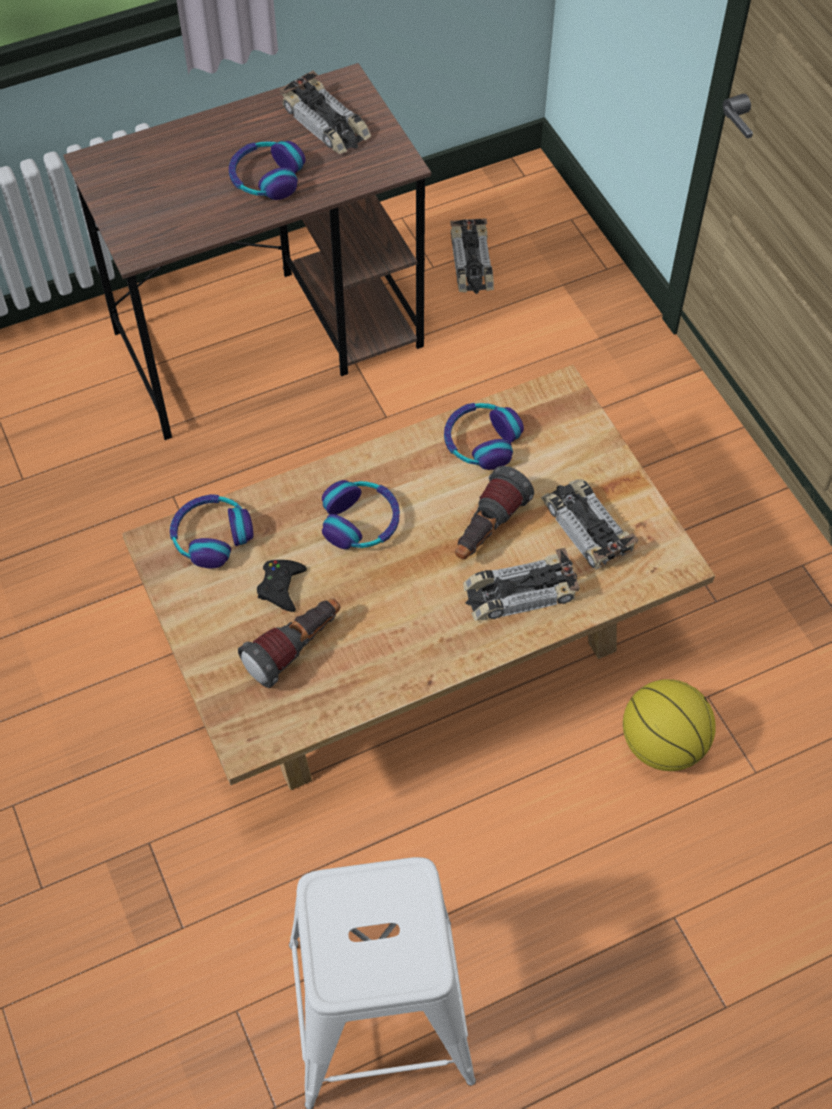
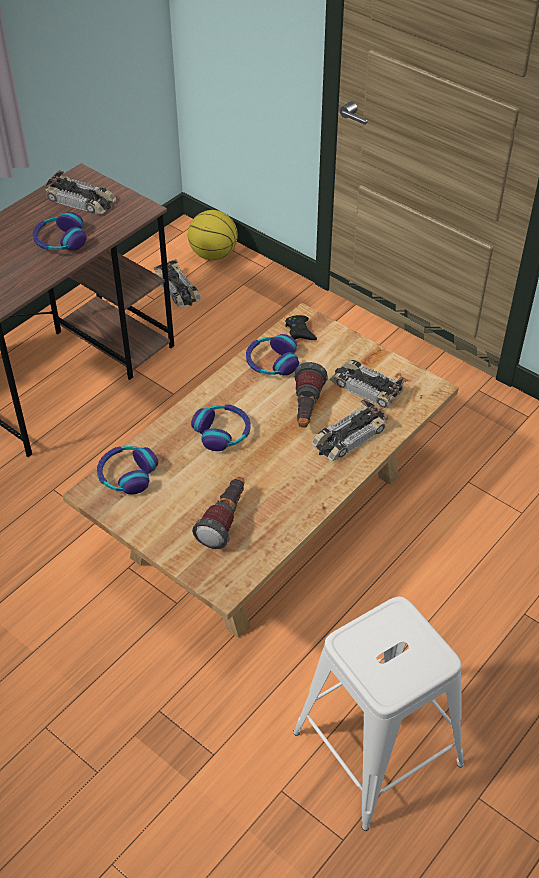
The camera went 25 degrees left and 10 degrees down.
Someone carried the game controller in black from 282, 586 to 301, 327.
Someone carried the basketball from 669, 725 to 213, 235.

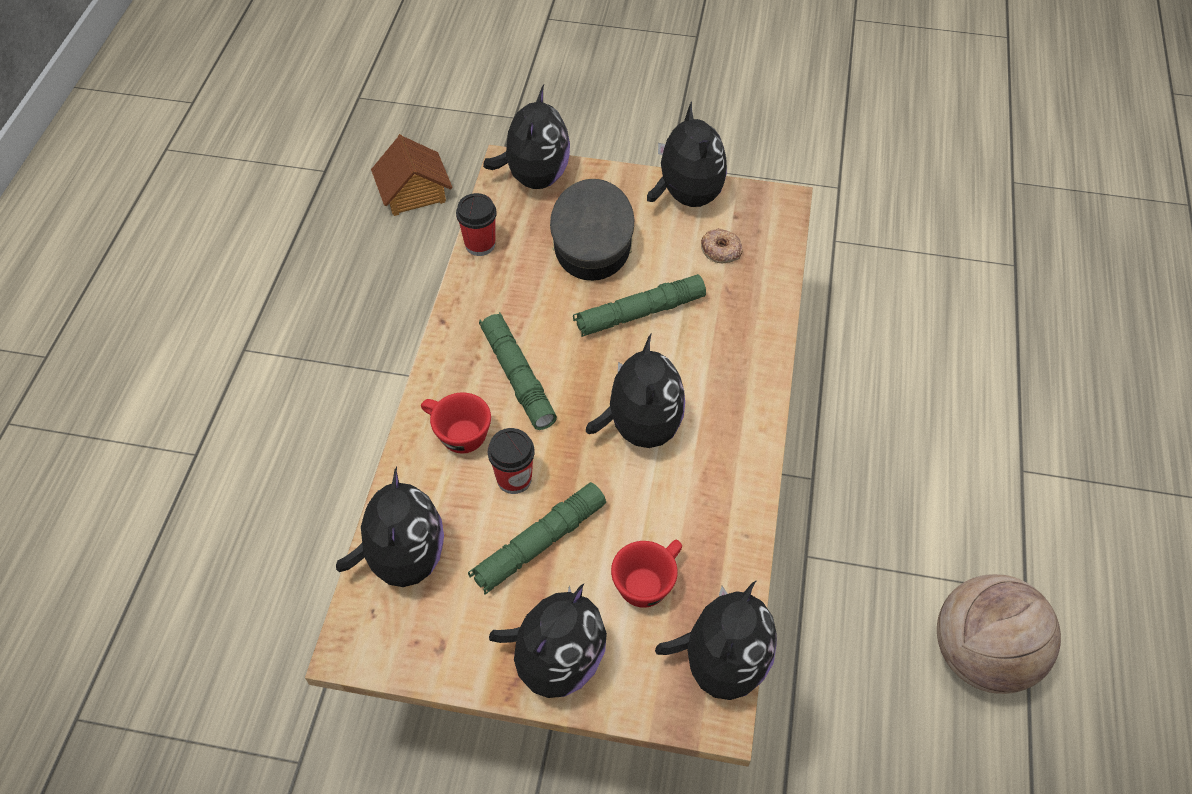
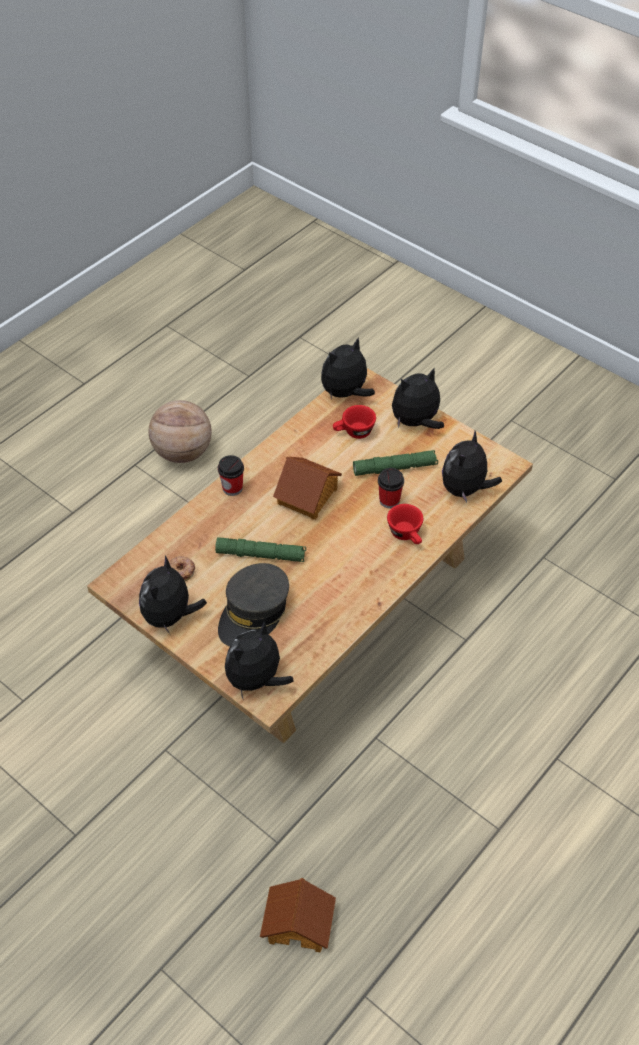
The camera went 150 degrees left and 5 degrees down.
Someone carried the cup from 476, 224 to 231, 475.
Someone took away the flashlight in green at 518, 371.
Someone swapped the plush toy at 635, 390 for the toy house at 307, 488.

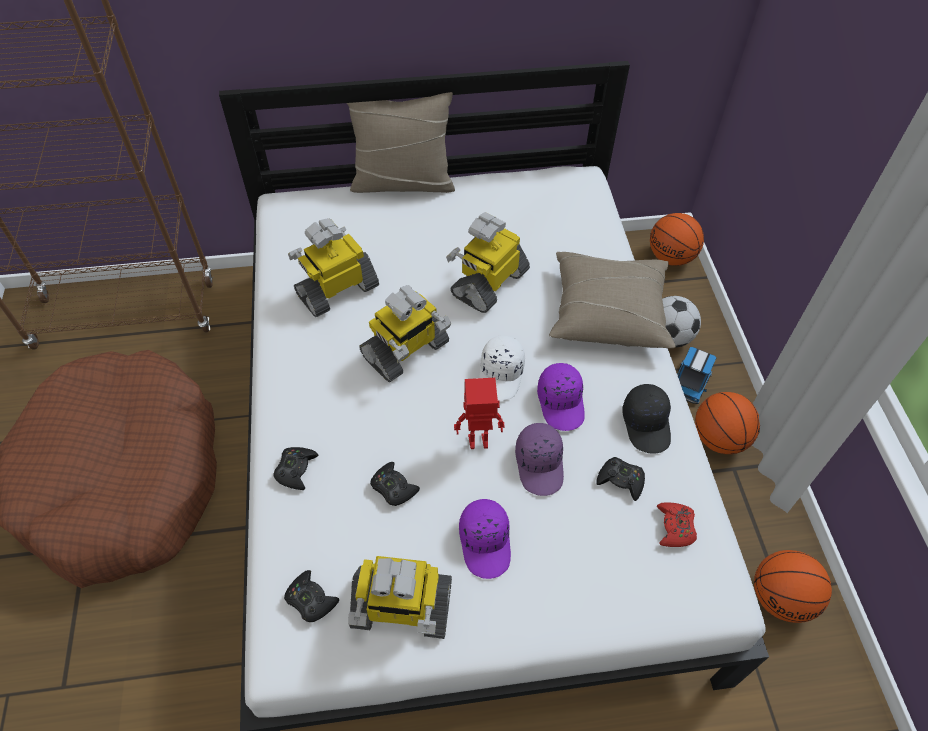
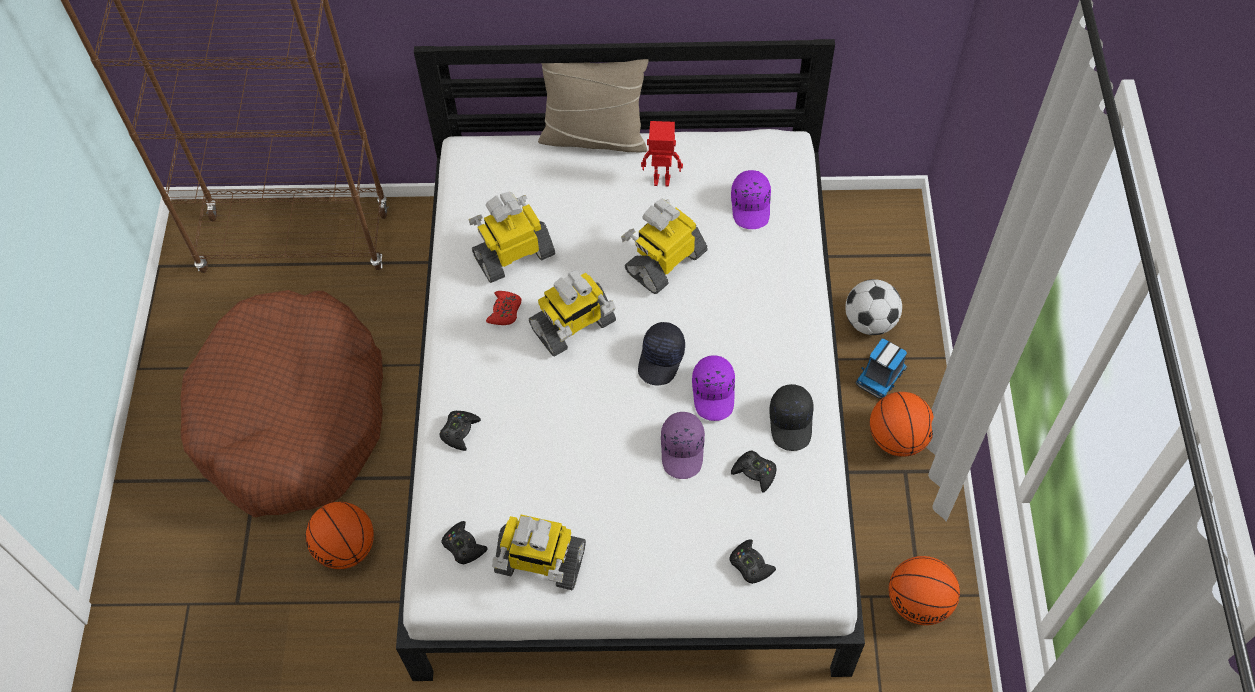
The camera went 10 degrees right and 5 degrees up.
Someone carried the basketball from 677, 239 to 340, 535.
Someone took away the pillow in beige at 612, 300.
Someone repainted the cap in white at 502, 368, which became the cap in black at 661, 354.
Someone carried the toy robot from 479, 413 to 662, 154.
Someone carried the game controller in black from 395, 484 to 752, 561.
Someone carried the cap in purple from 485, 539 to 751, 199.
Someone carried the game controller in red from 677, 524 to 504, 308.

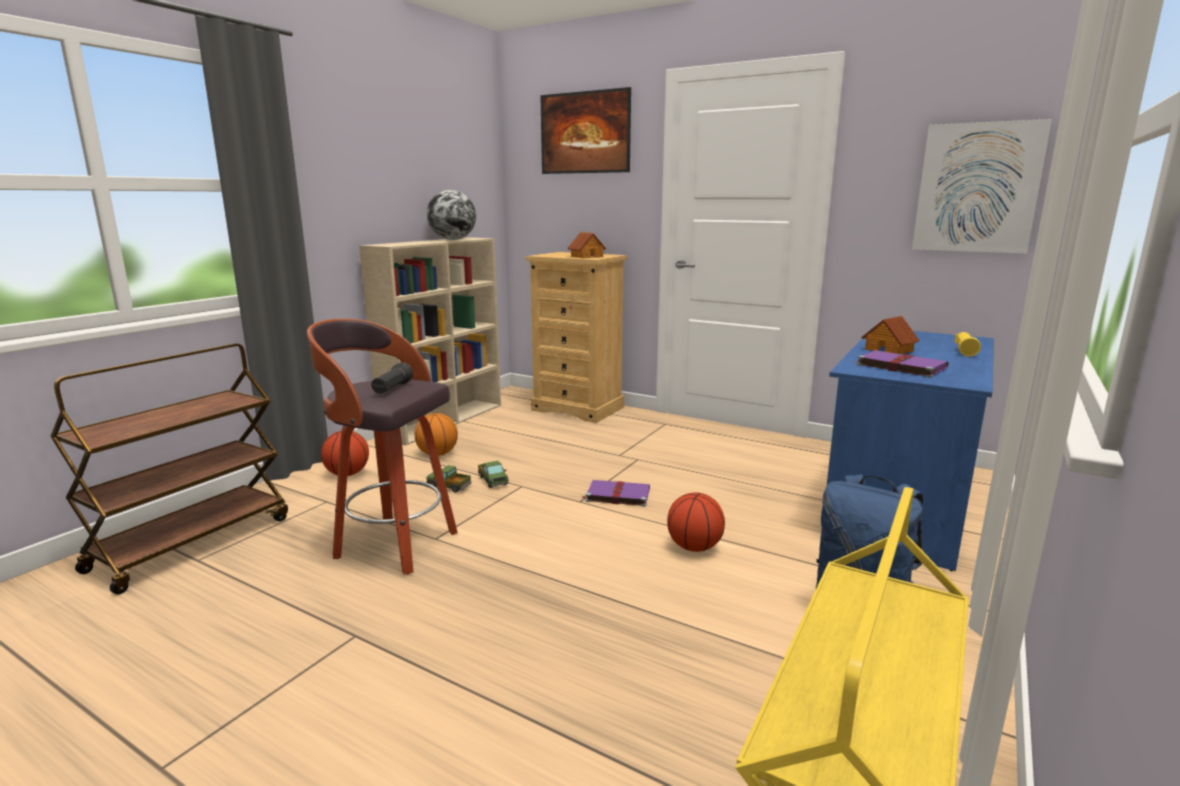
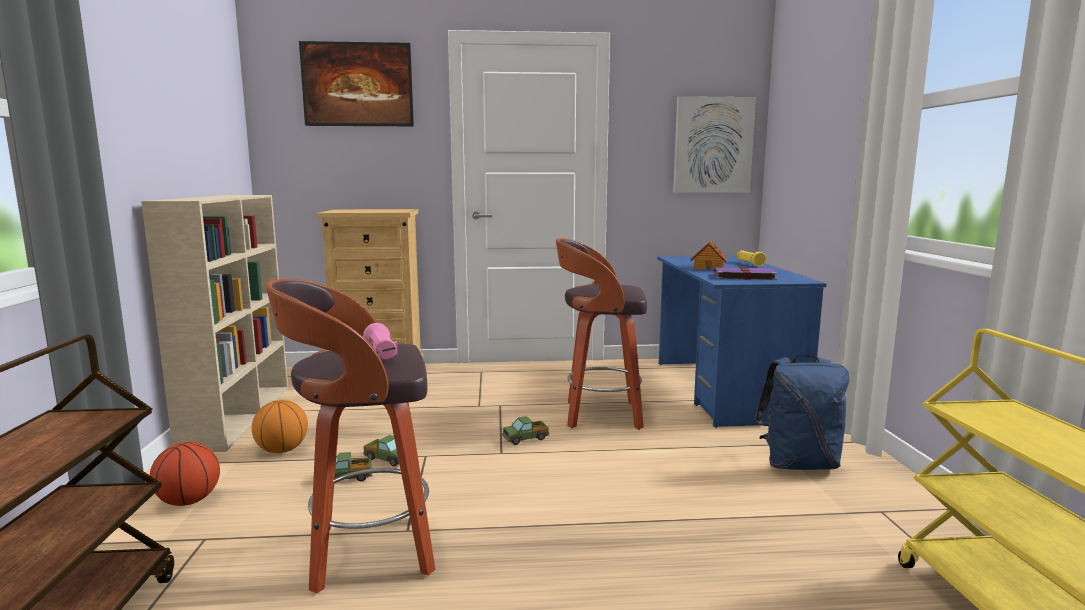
The camera went 35 degrees left and 5 degrees down.
Someone took away the globe at 451, 215.
Someone took away the toy house at 586, 245.
Someone repainted the flashlight in black at 392, 378, which became the flashlight in pink at 380, 341.
Someone swapped the book in purple at 616, 493 for the toy truck at 525, 430.
Someone took away the basketball at 696, 522.
Someone put down the stool at 601, 334.

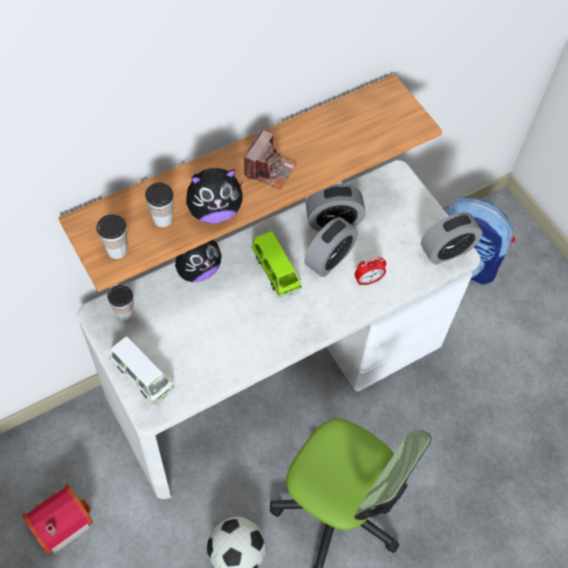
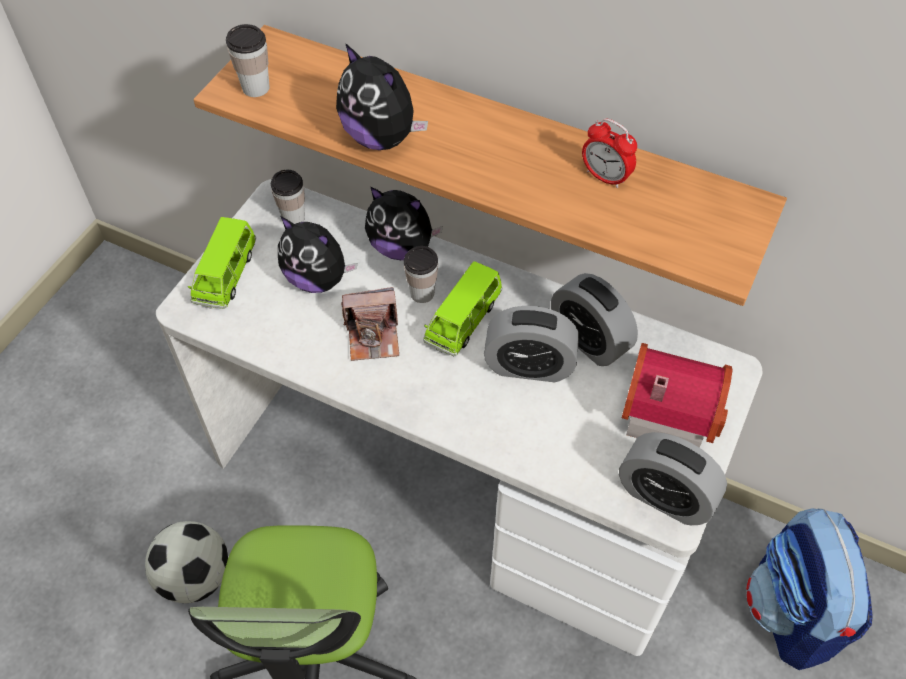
The camera went 60 degrees right and 5 degrees down.
Someone carried the photo camera from 270, 159 to 370, 324.
Someone carried the cup from 159, 204 to 421, 274.
Someone carried the alarm clock from 370, 271 to 609, 153.
Someone repainted the toy car in white at 141, 370, which became the toy car in green at 222, 263.
Someone carried the toy house from 57, 519 to 677, 395.
Someone put down the plush toy at 317, 254.

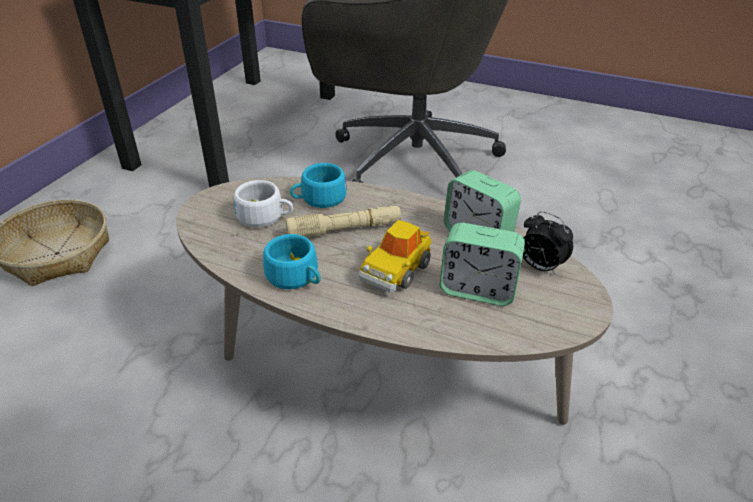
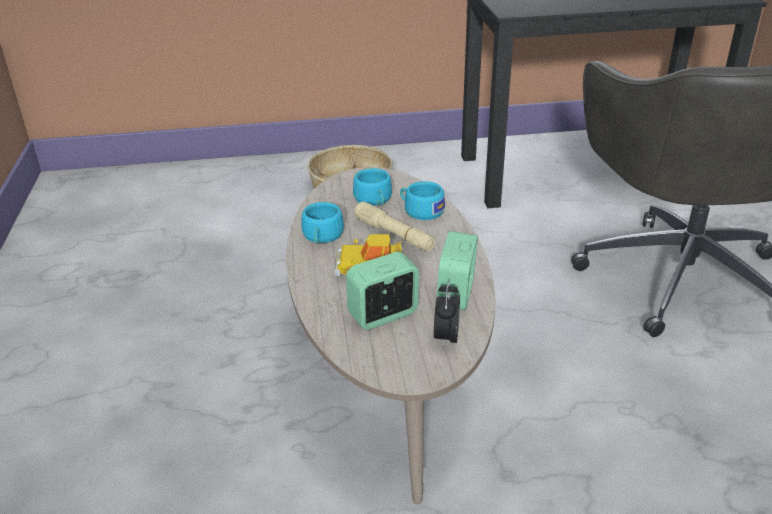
The camera went 60 degrees right and 5 degrees down.
Someone repainted the cup in white at 263, 204, which became the cup in turquoise at 372, 186.
Someone rotated the alarm clock at 482, 264 by 75 degrees clockwise.

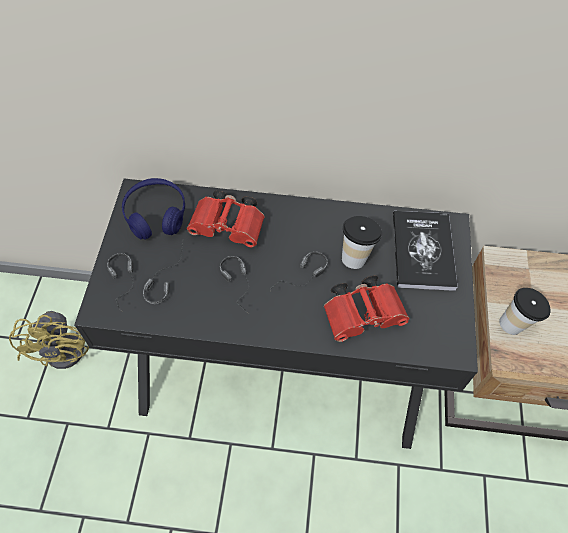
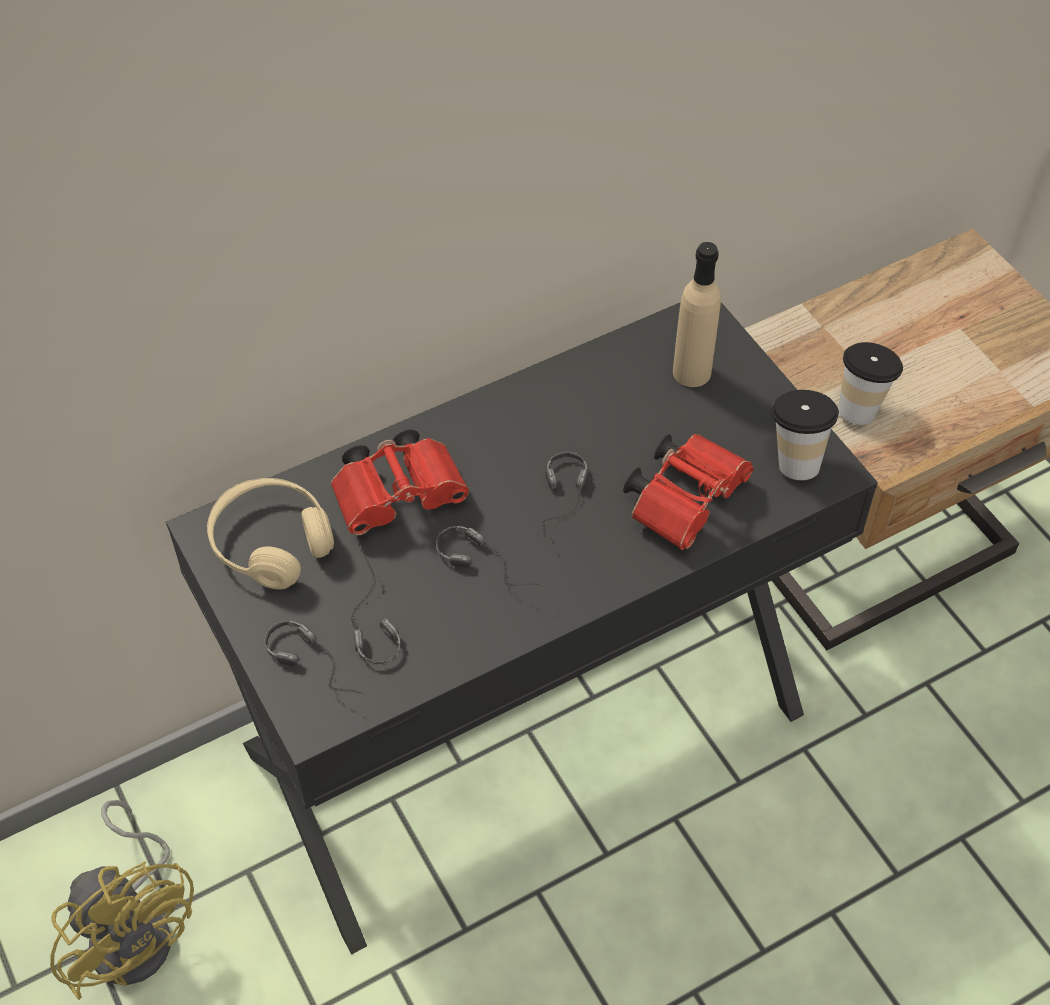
The camera went 35 degrees left and 5 degrees down.
Someone repainted the headphones in blue at 153, 209, which became the headphones in beige at 270, 534.
Someone swapped the book at 425, 251 for the bottle in beige at 697, 314.
Someone carried the cup from 362, 242 to 805, 435.

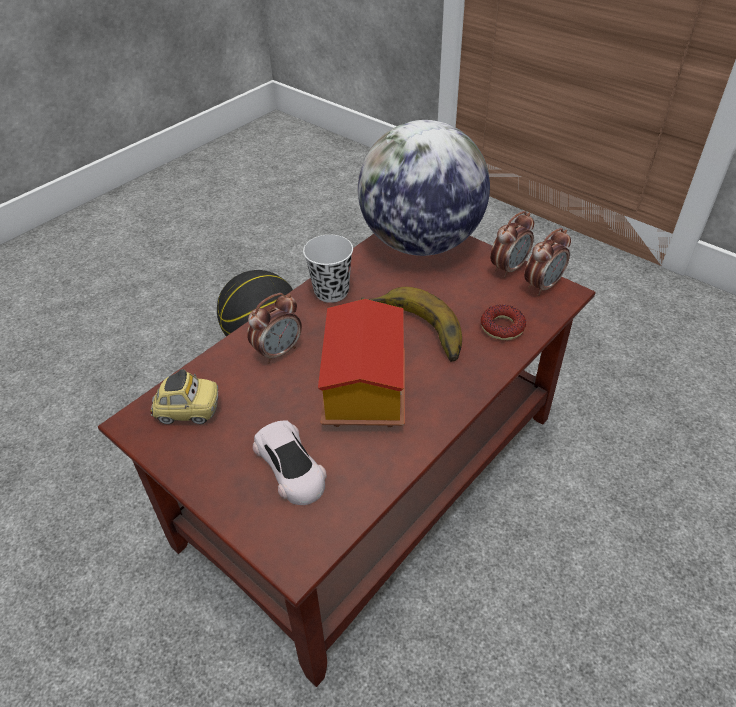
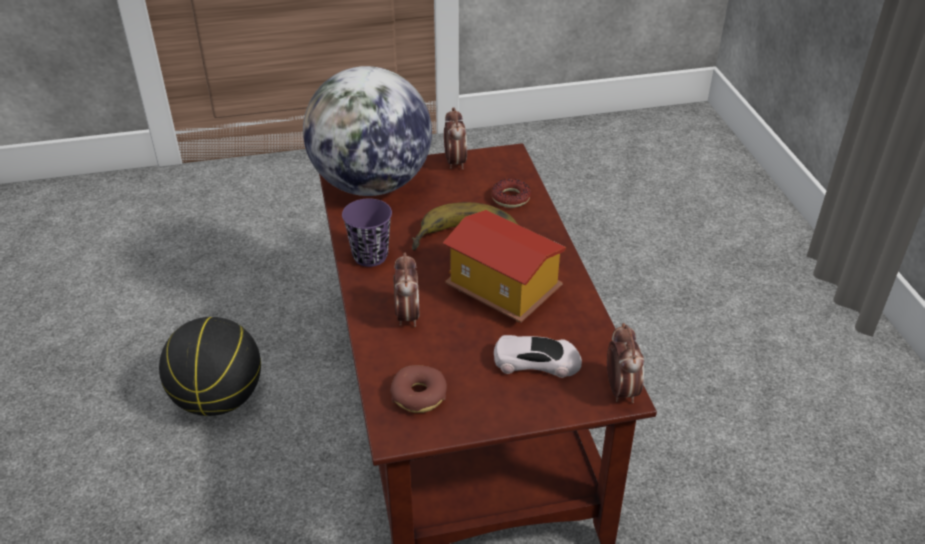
The camera went 55 degrees left and 5 degrees down.
Someone carried the alarm clock from 547, 262 to 625, 363.
Someone repainted the cup in white at 328, 269, which became the cup in purple at 367, 233.
Someone swapped the toy car at 184, 396 for the donut at 418, 389.

